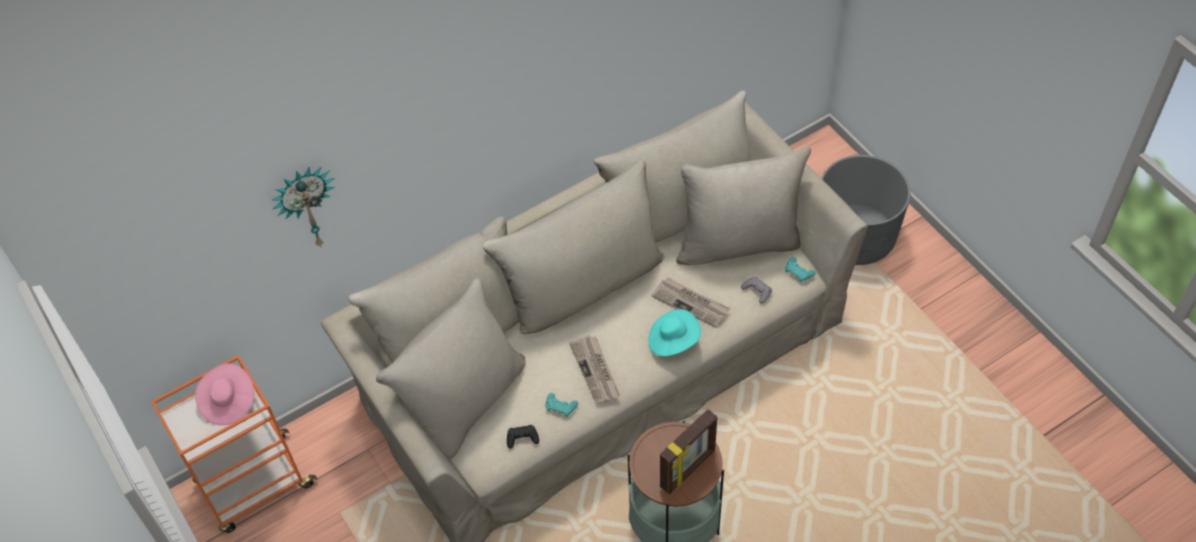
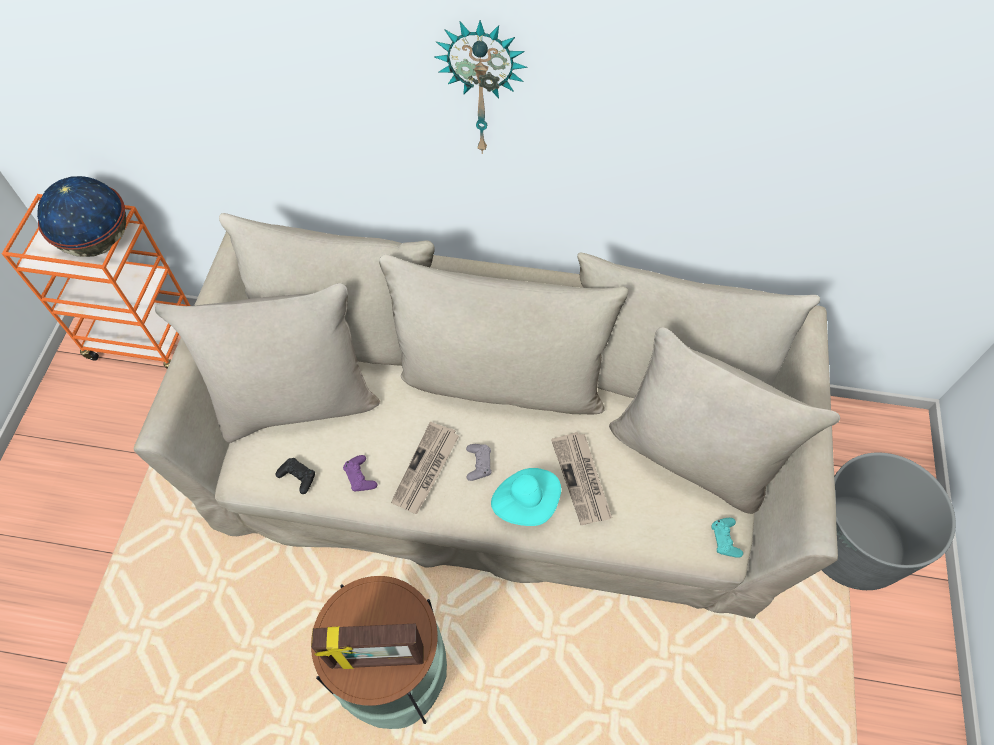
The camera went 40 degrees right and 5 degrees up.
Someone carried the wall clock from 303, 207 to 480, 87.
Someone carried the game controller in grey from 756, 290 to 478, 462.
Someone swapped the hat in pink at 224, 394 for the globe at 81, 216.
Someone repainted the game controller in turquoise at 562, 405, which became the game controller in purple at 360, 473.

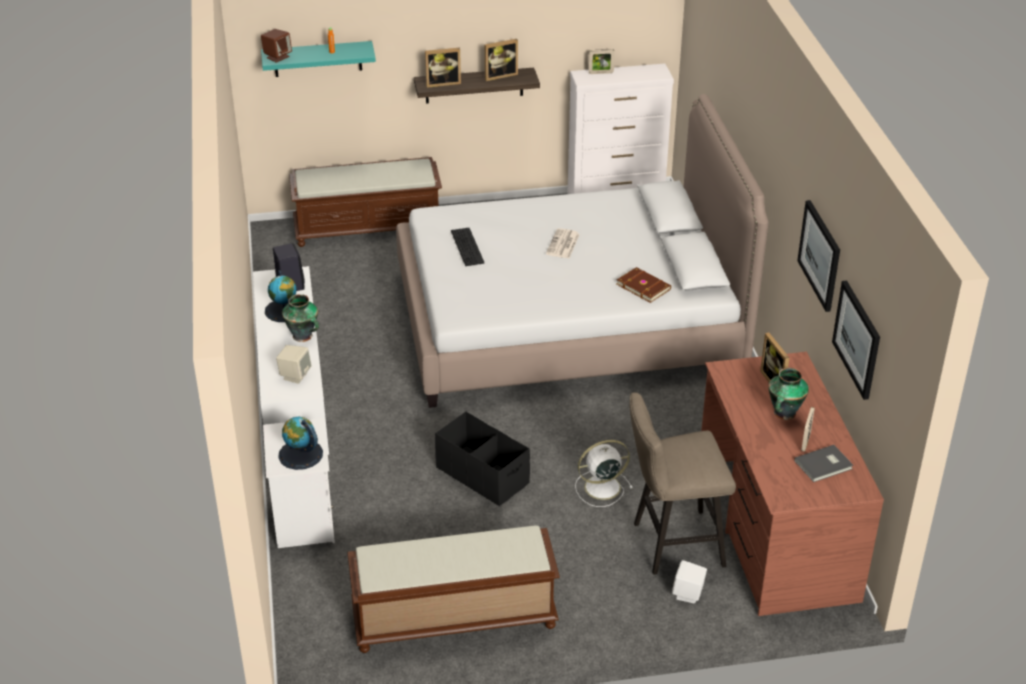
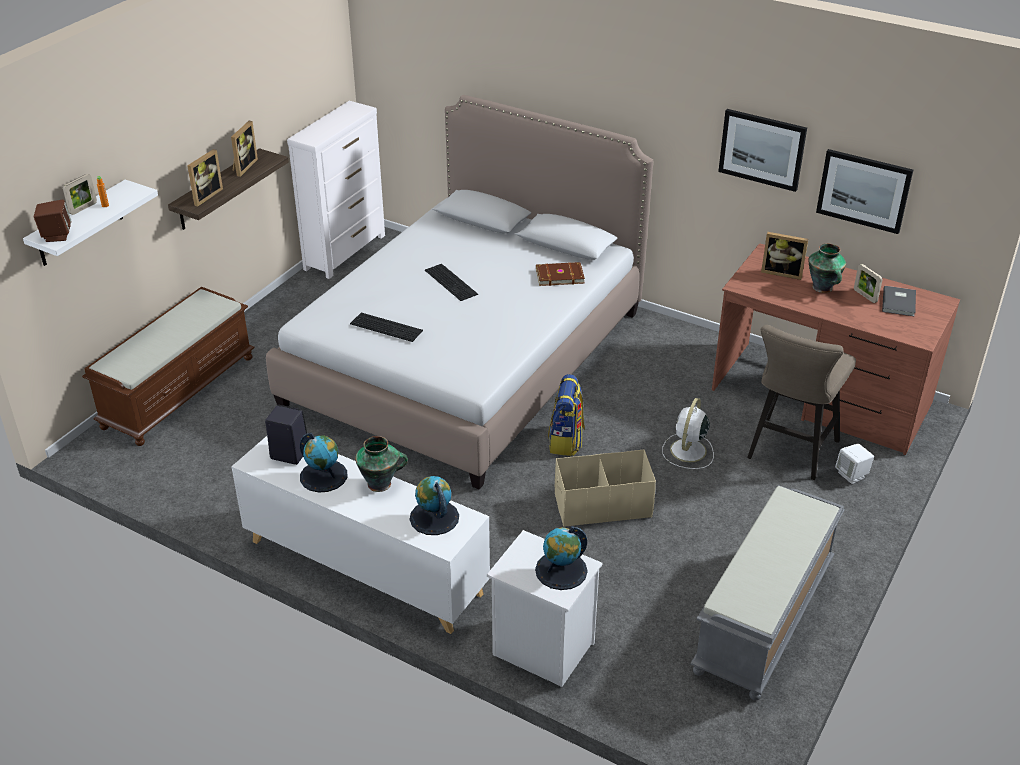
The camera went 50 degrees left and 0 degrees up.
Someone repainted the shelf in turquoise at 318, 59, which became the shelf in white at 90, 223.
Someone carried the picture frame from 601, 61 to 80, 194.
Someone swapped the newspaper at 563, 243 for the keyboard at 451, 282.
Someone swapped the speaker in beige at 294, 364 for the globe at 434, 505.
Someone repainted the storage box in black at 482, 459, which became the storage box in beige at 605, 488.
Someone repainted the bench in brown at 453, 589, which became the bench in grey at 767, 593.
Someone put down the backpack at 566, 415.

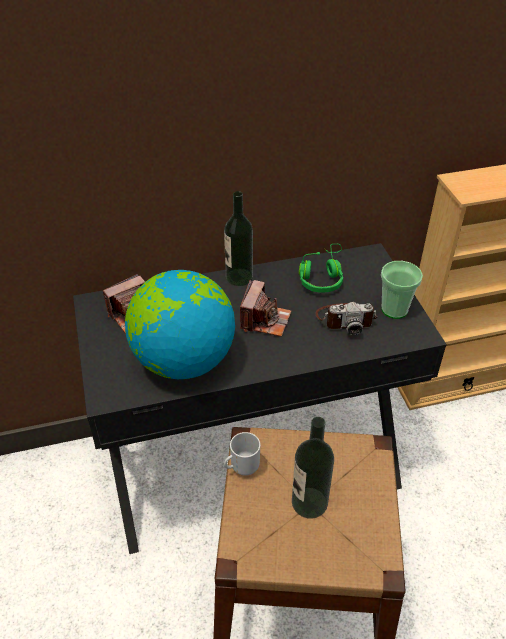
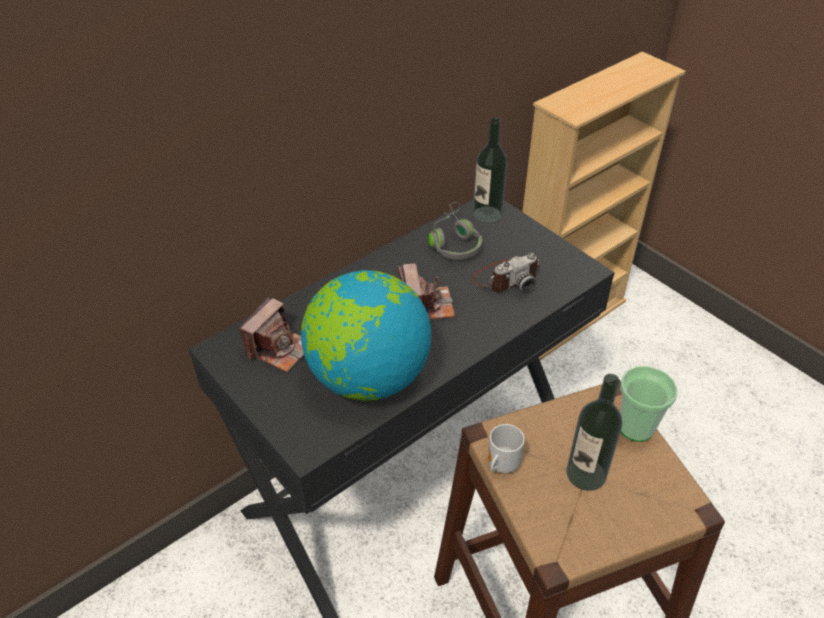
The camera went 25 degrees left and 0 degrees up.
Someone carried the bottle from 238, 238 to 490, 171.
Someone repainted the headphones in green at 321, 268, which became the headphones in grey at 455, 231.
Someone carried the cup from 402, 290 to 649, 404.

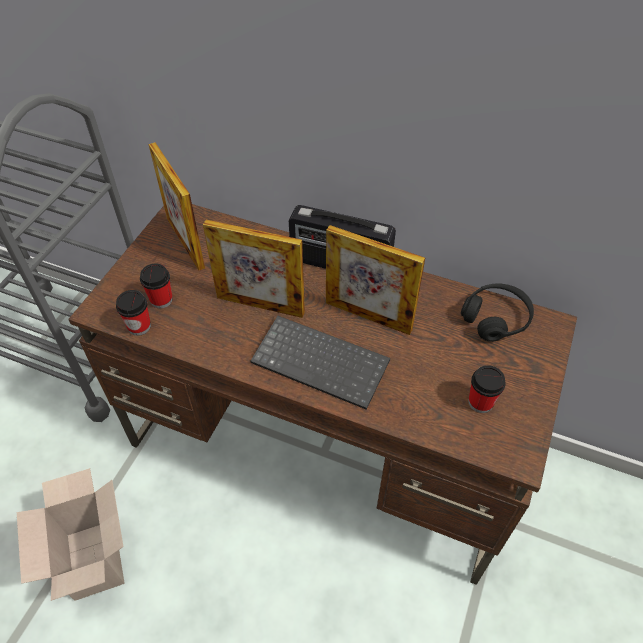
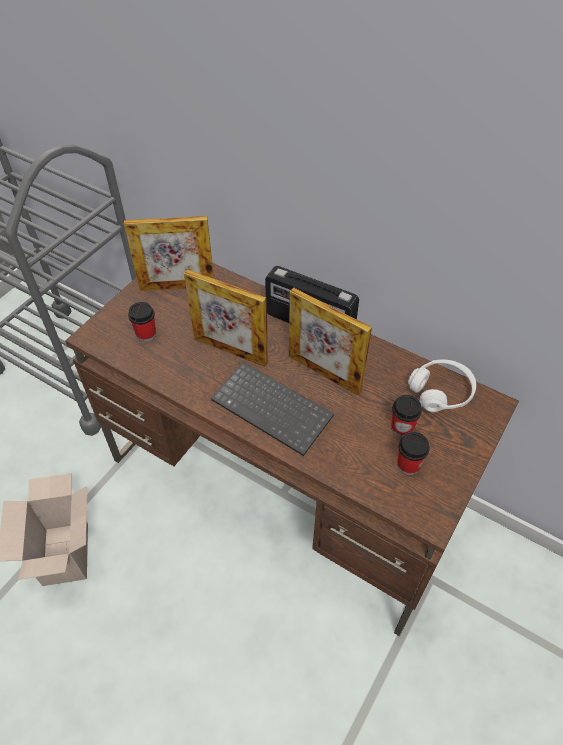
The camera went 10 degrees right and 0 degrees up.
Someone rotated the picture frame at 177, 206 by 75 degrees counterclockwise.
Someone repainted the headphones in black at 497, 312, which became the headphones in white at 442, 386.
Someone carried the cup from 133, 313 to 406, 416.

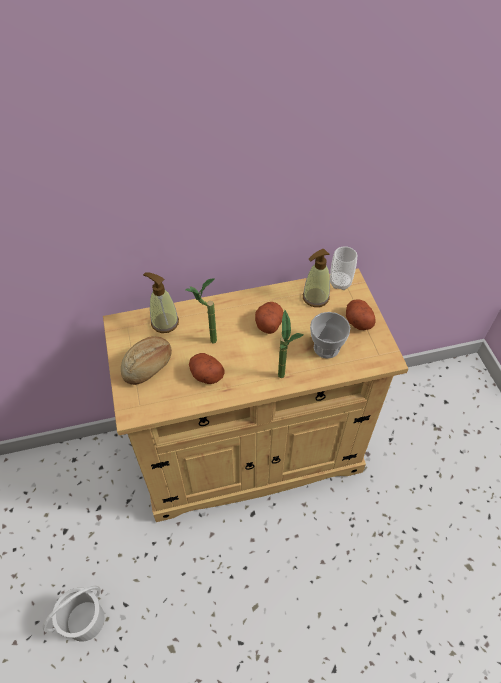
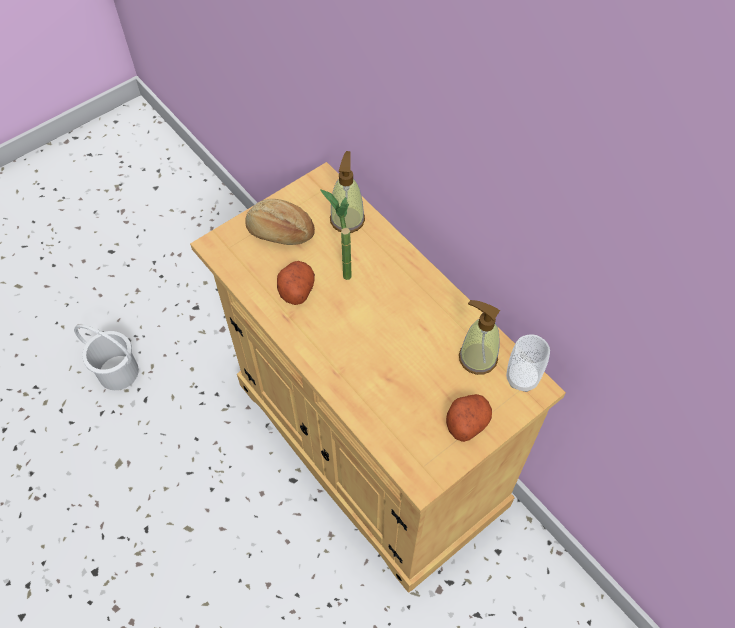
The camera went 65 degrees right and 5 degrees up.
Someone took away the potato at 269, 318.
Someone took away the potted plant at 290, 344.
Someone took away the cup at 330, 335.

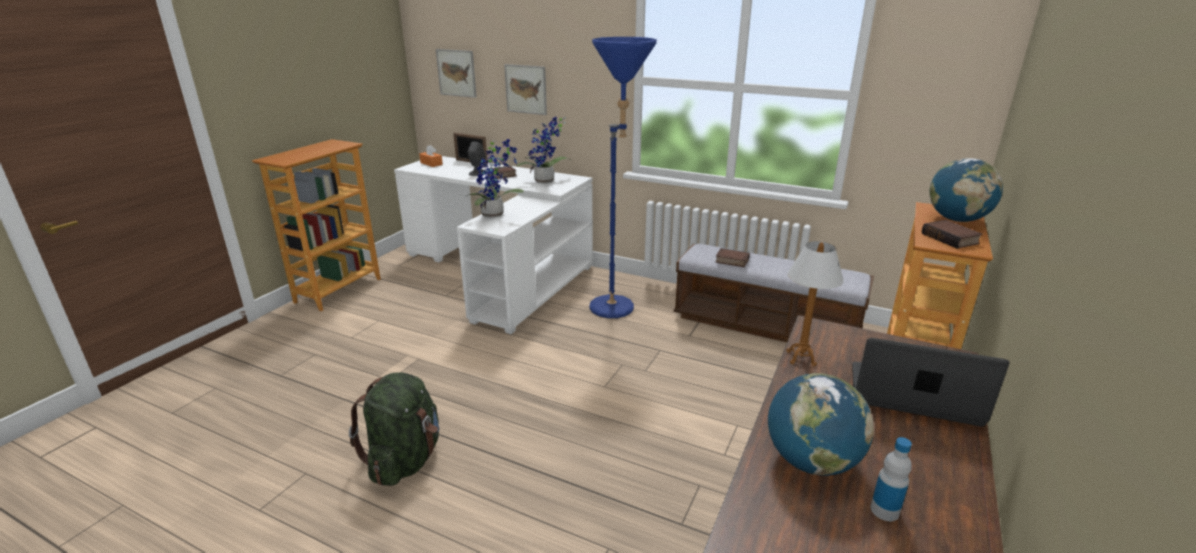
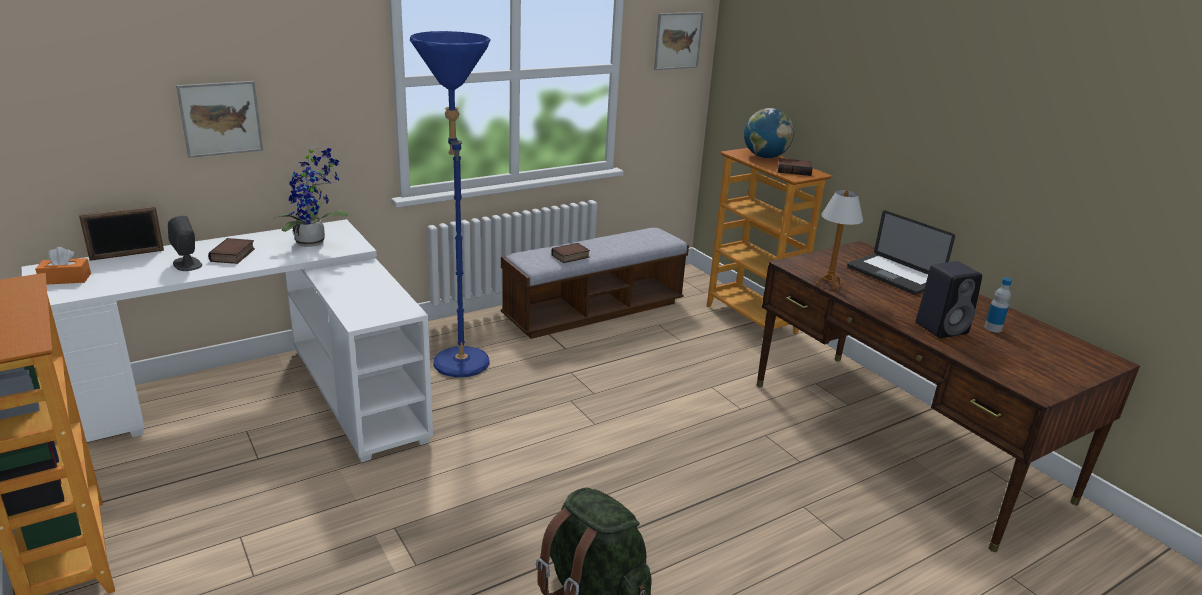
The camera went 60 degrees left and 0 degrees up.
Someone carried the picture from 456, 73 to 678, 41.
Someone took away the potted plant at 495, 178.
Someone rotated the laptop at 930, 382 by 90 degrees counterclockwise.
Someone swapped the globe at 821, 424 for the speaker in black at 949, 299.

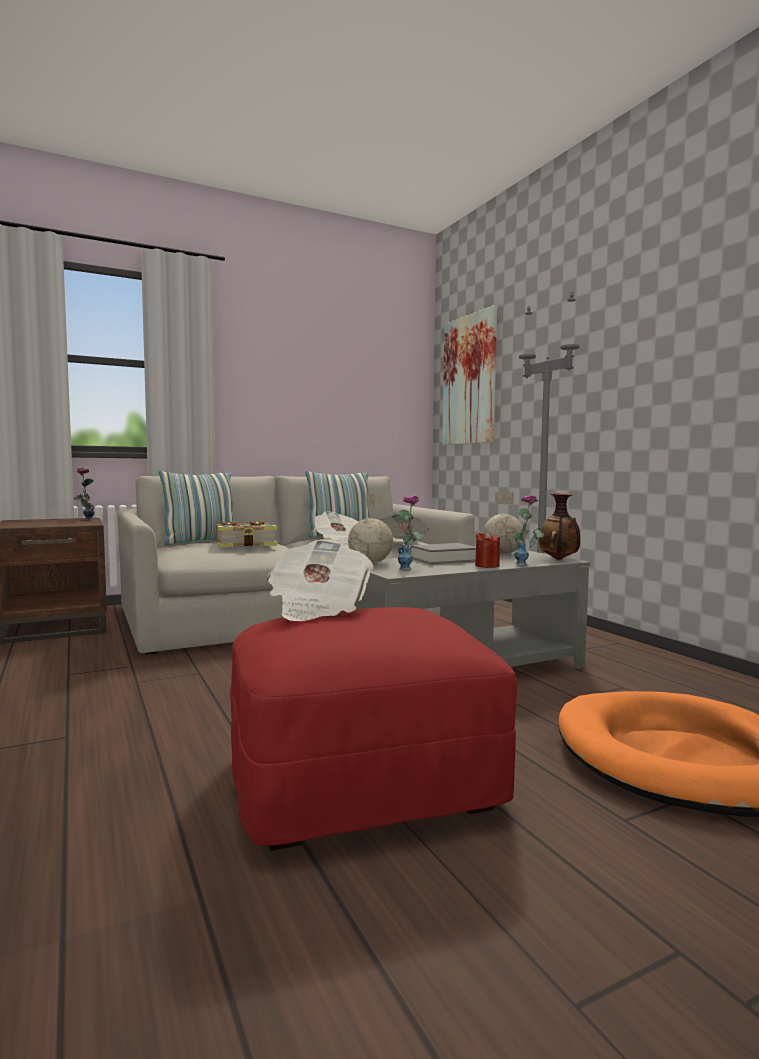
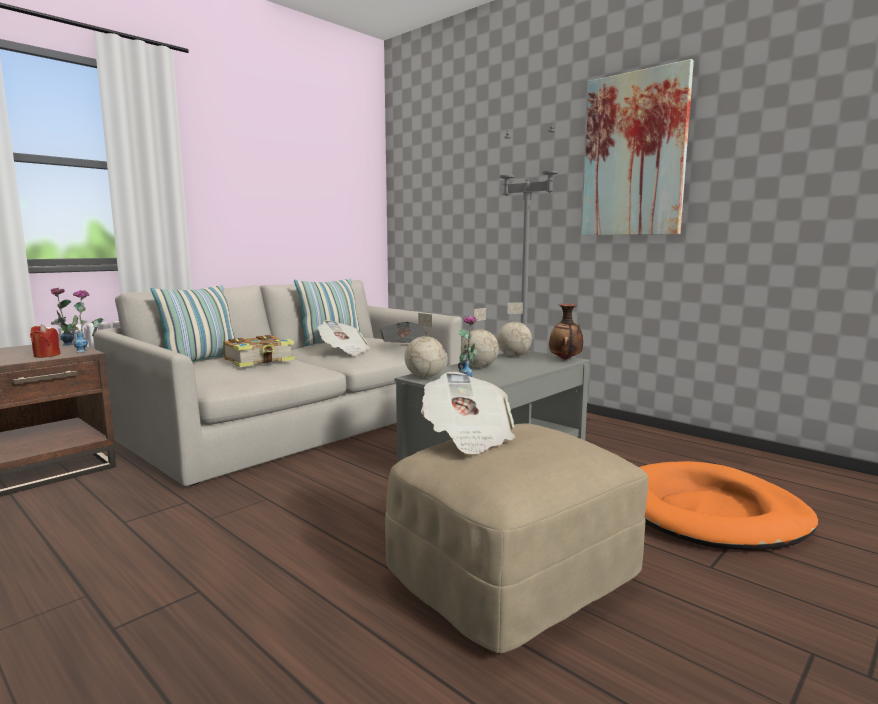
The camera went 20 degrees left and 5 degrees up.
Someone carried the picture from 469, 375 to 638, 147.
Someone carried the vase from 529, 530 to 85, 321.
Someone carried the candle in red from 487, 549 to 45, 341.
Someone swapped the book in grey at 442, 553 for the globe at 480, 338.
Someone repainted the ottoman in red at 373, 729, which became the ottoman in beige at 516, 538.

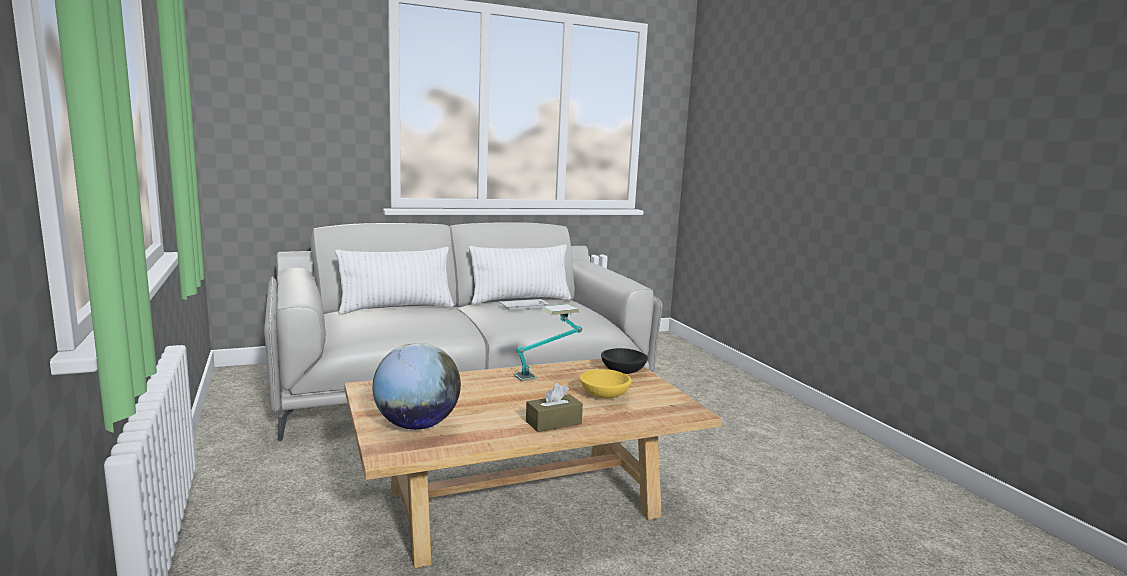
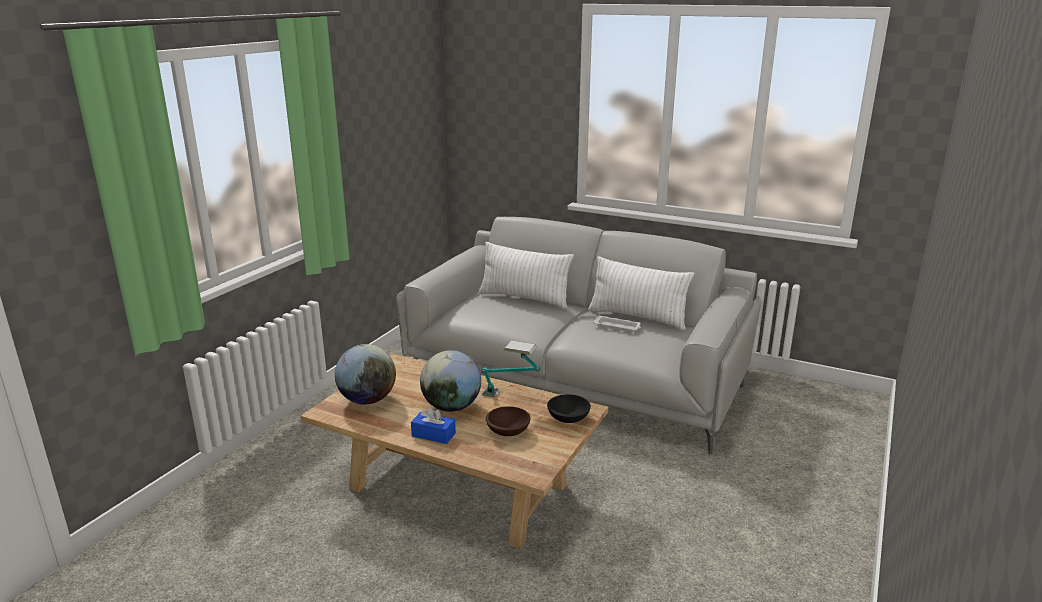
The camera went 50 degrees right and 10 degrees up.
Someone repainted the bowl in yellow at 606, 384, which became the bowl in brown at 508, 421.
Someone repainted the tissue box in brown at 554, 407, which became the tissue box in blue at 433, 425.
Someone put down the globe at 450, 381.

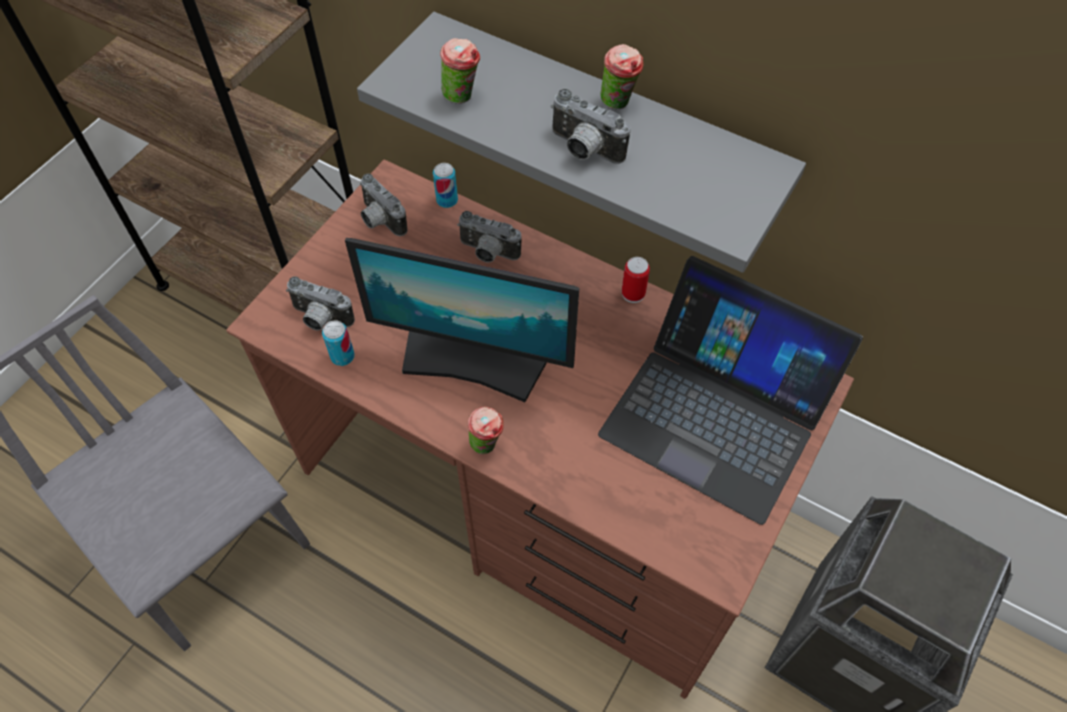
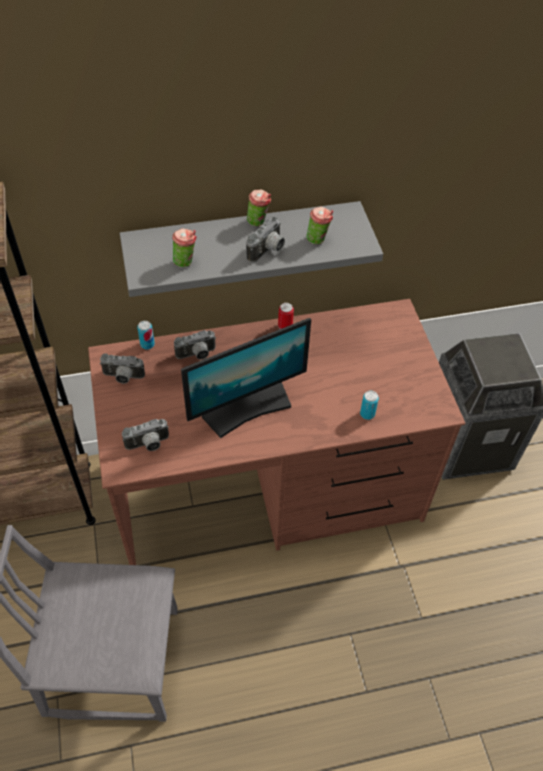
The camera went 45 degrees left and 5 degrees down.
Someone rotated the photo camera at 590, 126 by 45 degrees counterclockwise.
Someone took away the laptop at 730, 390.
Someone carried the can from 338, 343 to 369, 405.
Someone carried the cup from 486, 430 to 319, 226.

